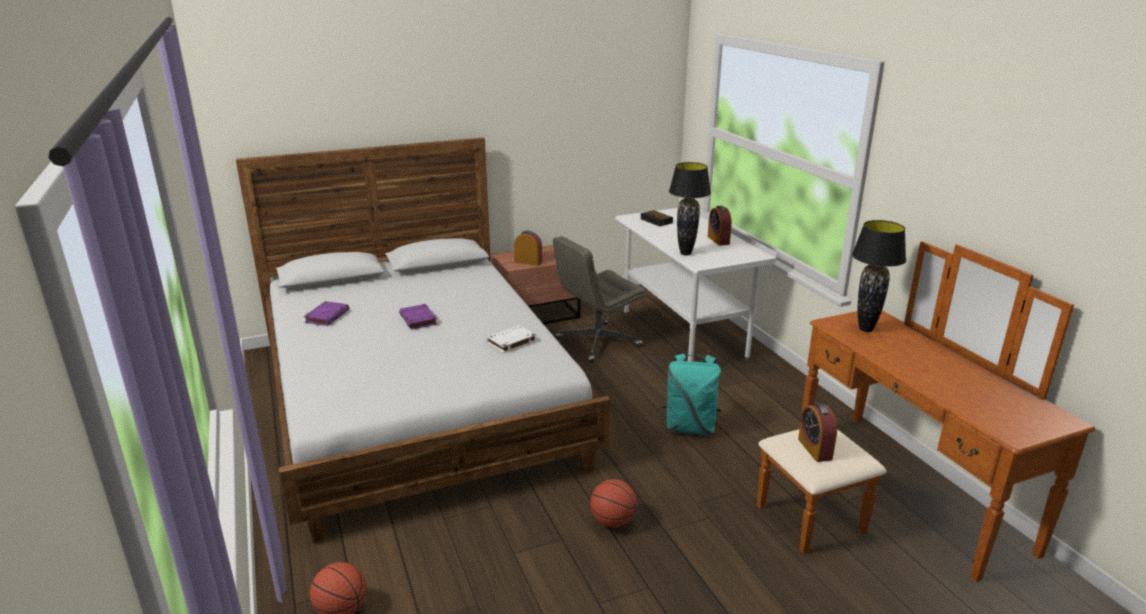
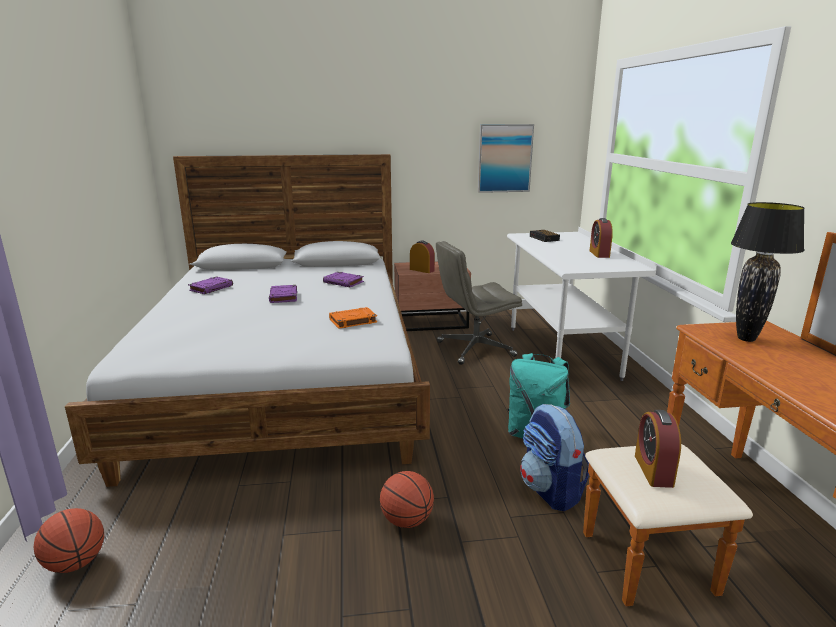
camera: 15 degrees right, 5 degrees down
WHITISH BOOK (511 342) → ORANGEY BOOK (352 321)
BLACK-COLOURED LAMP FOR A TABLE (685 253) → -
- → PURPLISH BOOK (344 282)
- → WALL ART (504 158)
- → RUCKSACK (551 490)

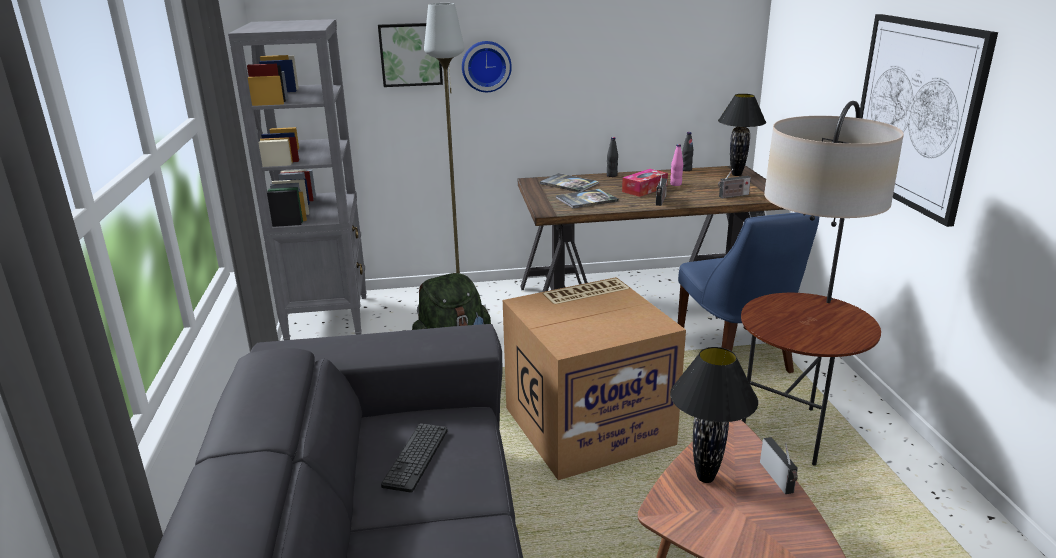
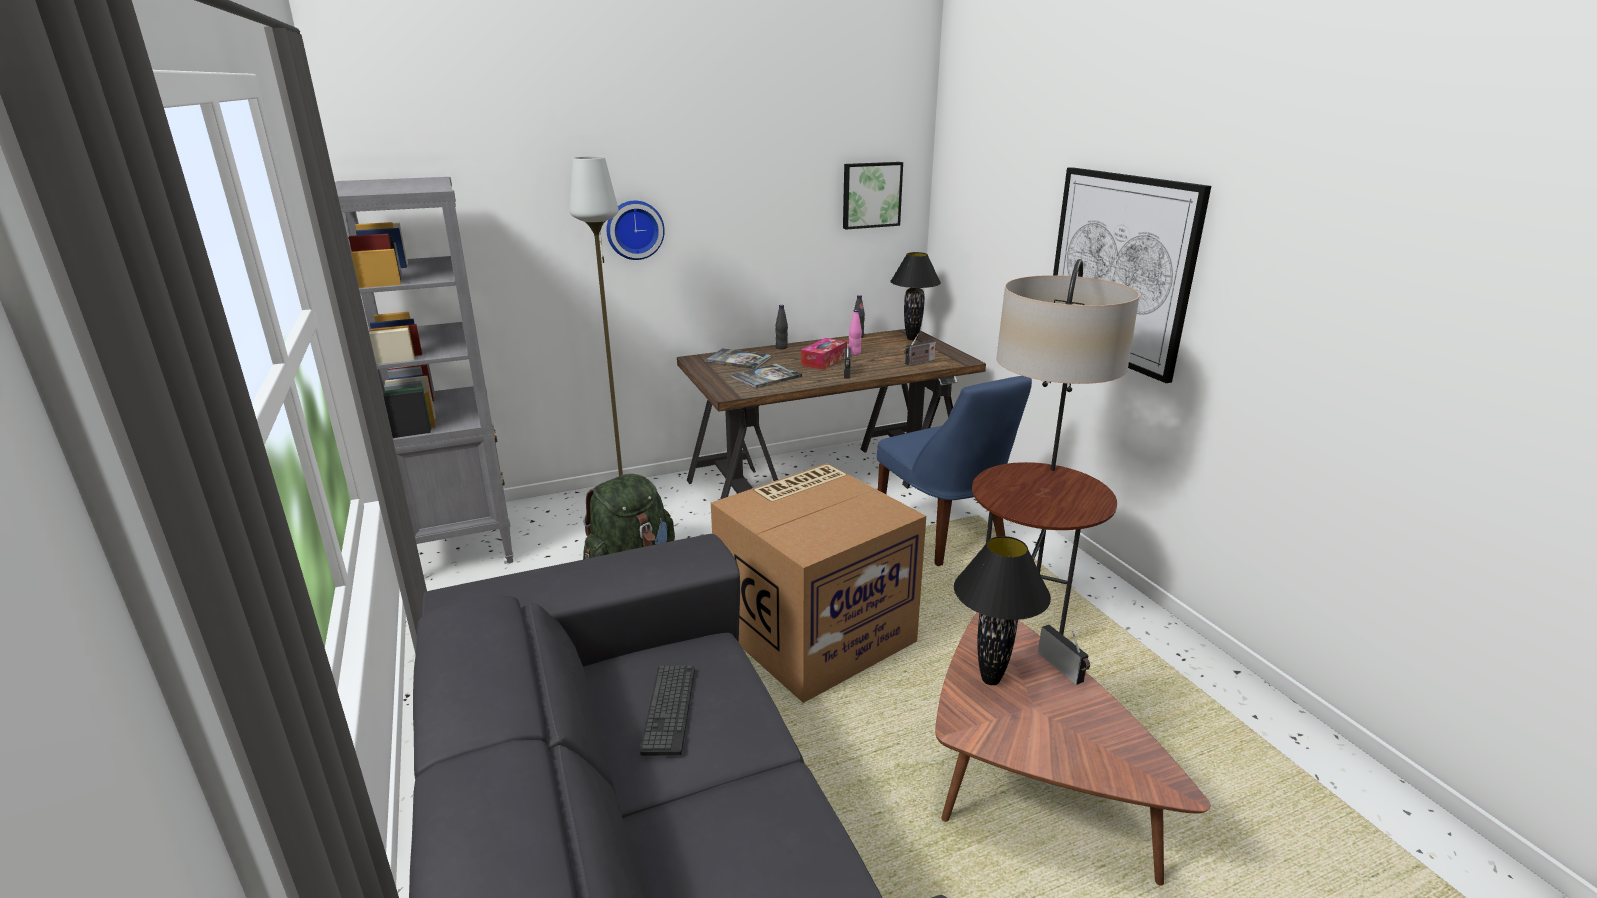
camera: 15 degrees left, 0 degrees up
WALL ART (411 54) → WALL ART (871 195), shifted

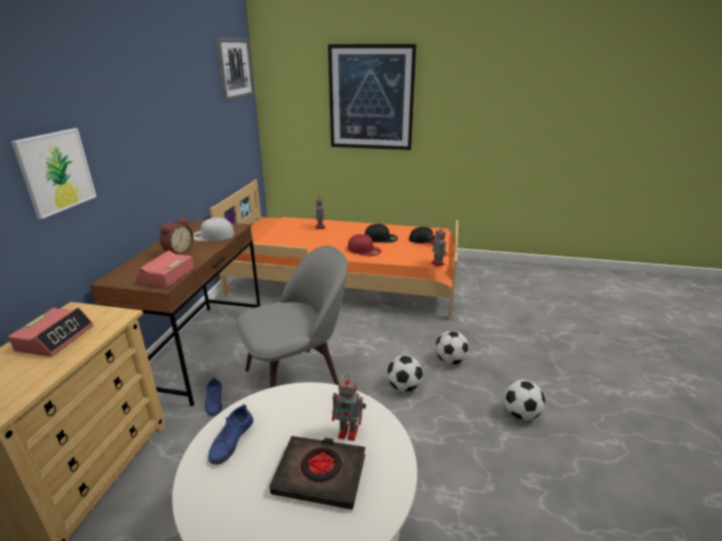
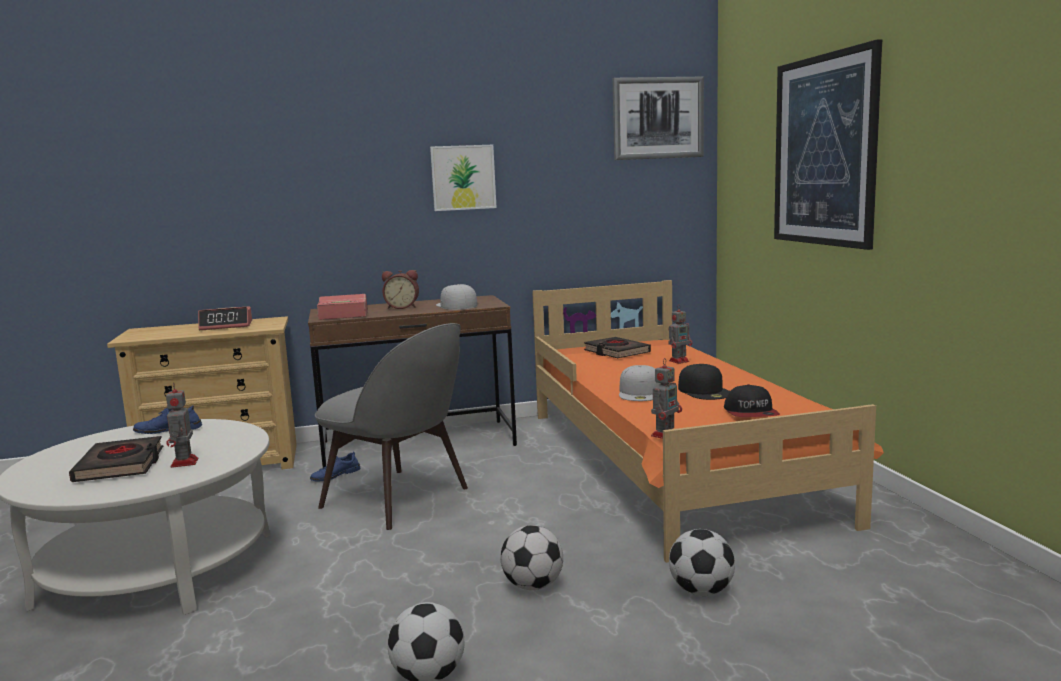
camera: 65 degrees right, 15 degrees down
WALL ART (56 171) → WALL ART (463 177), shifted
RED PEAKED CAP (364 250) → WHITISH PEAKED CAP (641 392)
BALL FOR FOOTBALL (404 387) → BALL FOR FOOTBALL (701 591), shifted
- → BLACK-COLOURED BOOK (616 352)

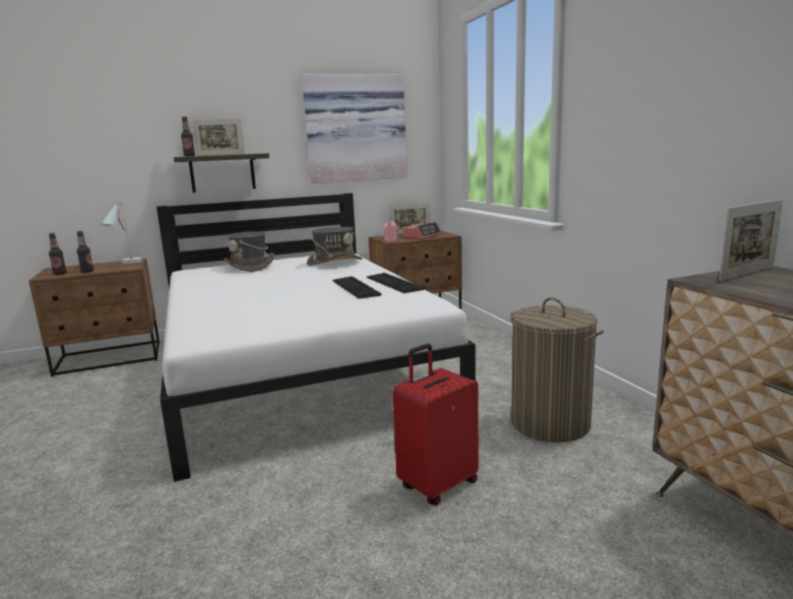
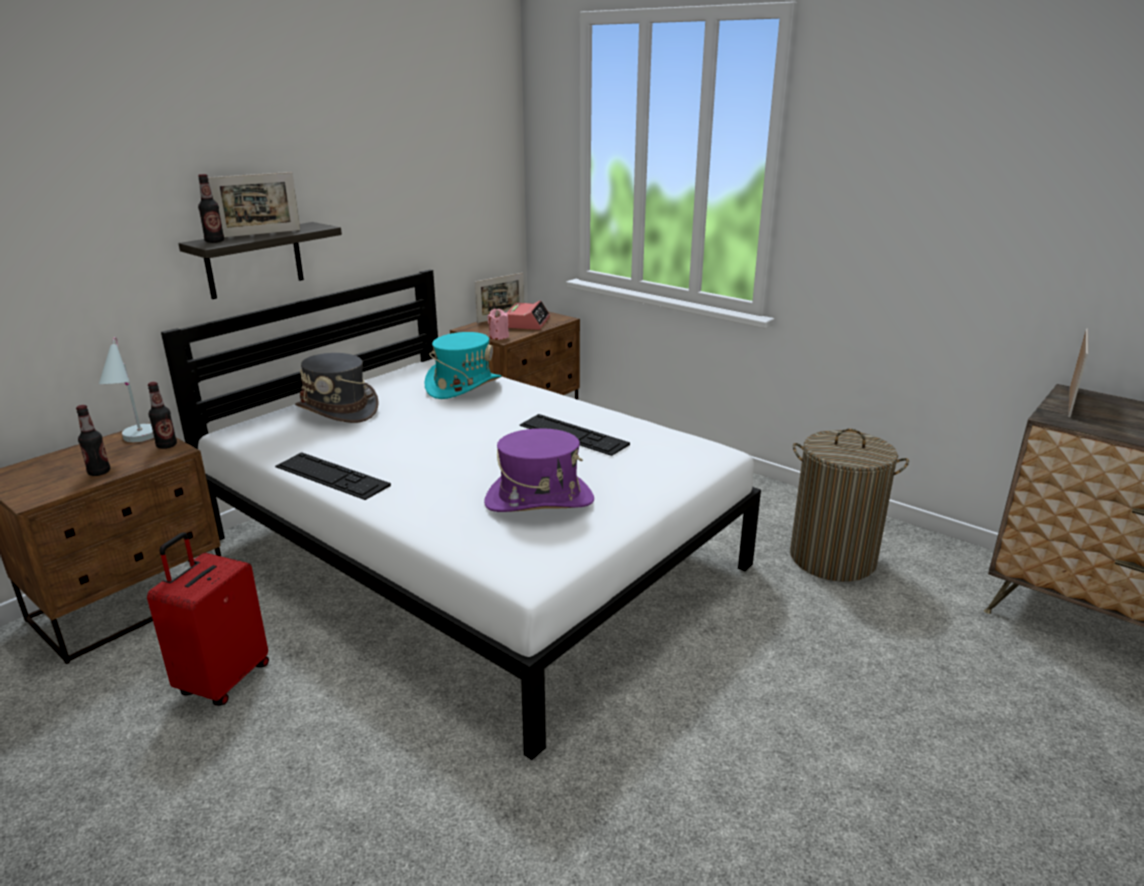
camera: 30 degrees left, 10 degrees up
BOTTLE (60 274) → BOTTLE (167 445), shifted
WALL ART (355 129) → -
GREY HAT (335 262) → TURQUOISE HAT (463 386)
COMPUTER KEYBOARD (393 283) → COMPUTER KEYBOARD (331 476), shifted
RED TRAVEL CASE (437 484) → RED TRAVEL CASE (223 680), shifted
- → PURPLISH HAT (539 500)

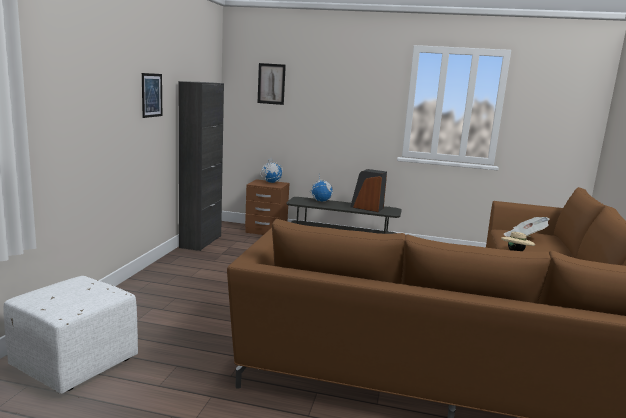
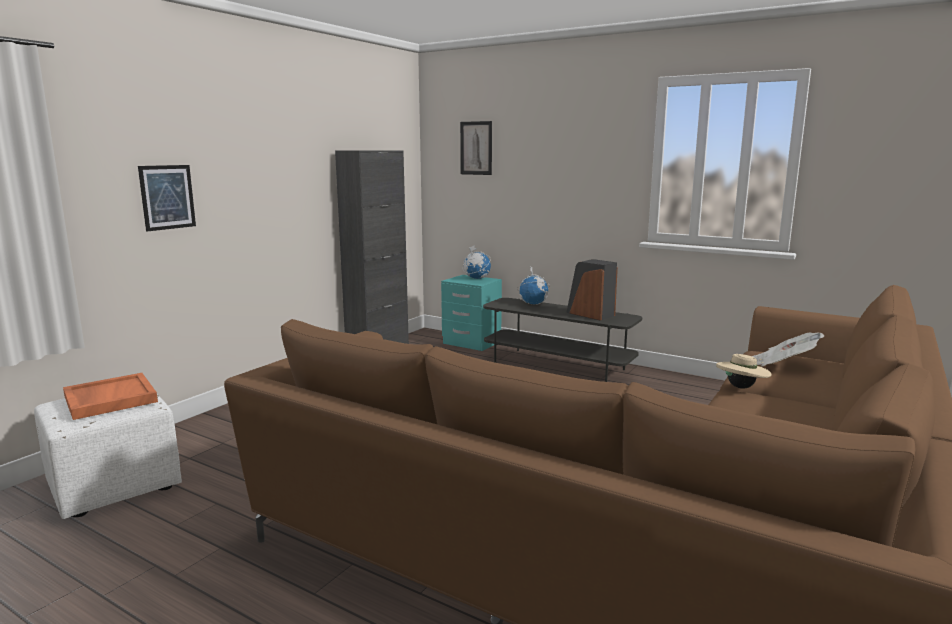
camera: 20 degrees right, 0 degrees up
WALL ART (151 95) → WALL ART (167 197), shifted
BROWNISH NIGHT TABLE (266 231) → TURQUOISE NIGHT TABLE (471 343)
- → ORANGEY CARRYING TRAY (109 399)

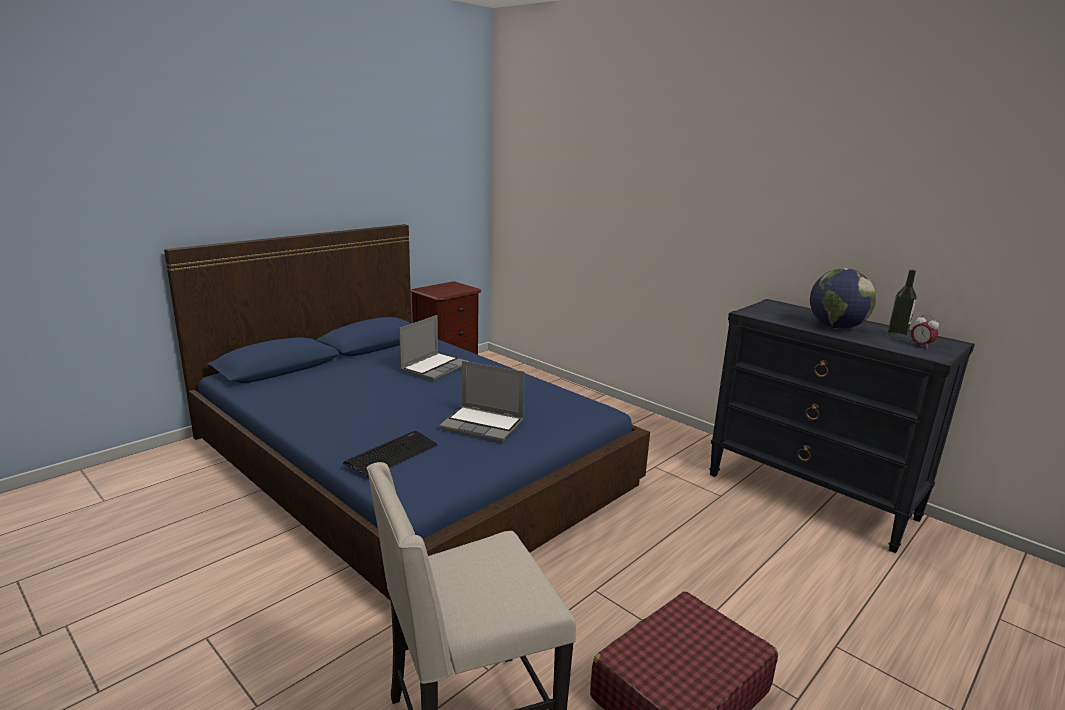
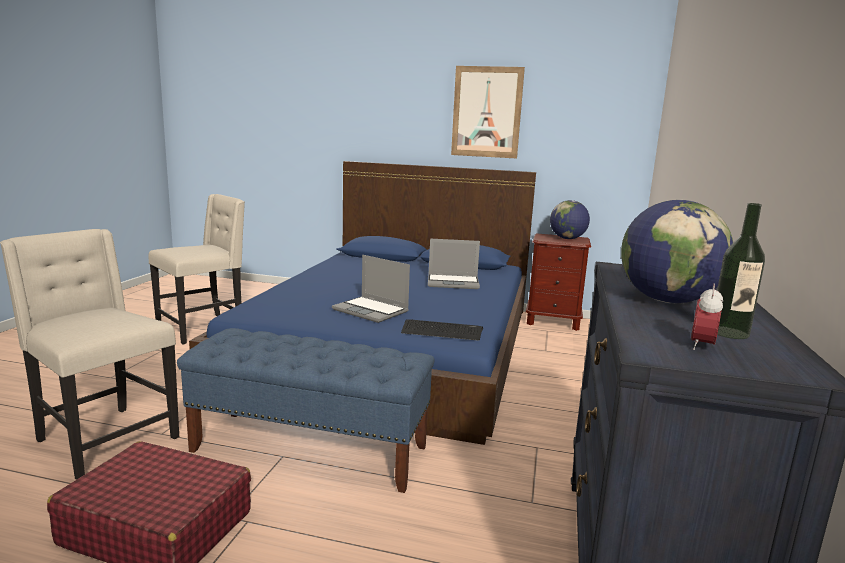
camera: 60 degrees right, 5 degrees down
COMPUTER KEYBOARD (392 454) → COMPUTER KEYBOARD (442 331), shifted
NOTEBOOK COMPUTER (483 425) → NOTEBOOK COMPUTER (372 311), 45 degrees counterclockwise
- → SAND-COLOURED CHAIR (203 328)
- → BLUISH INDOOR BENCH (311 449)
- → WALL ART (486 112)
- → WORLD GLOBE (567 238)

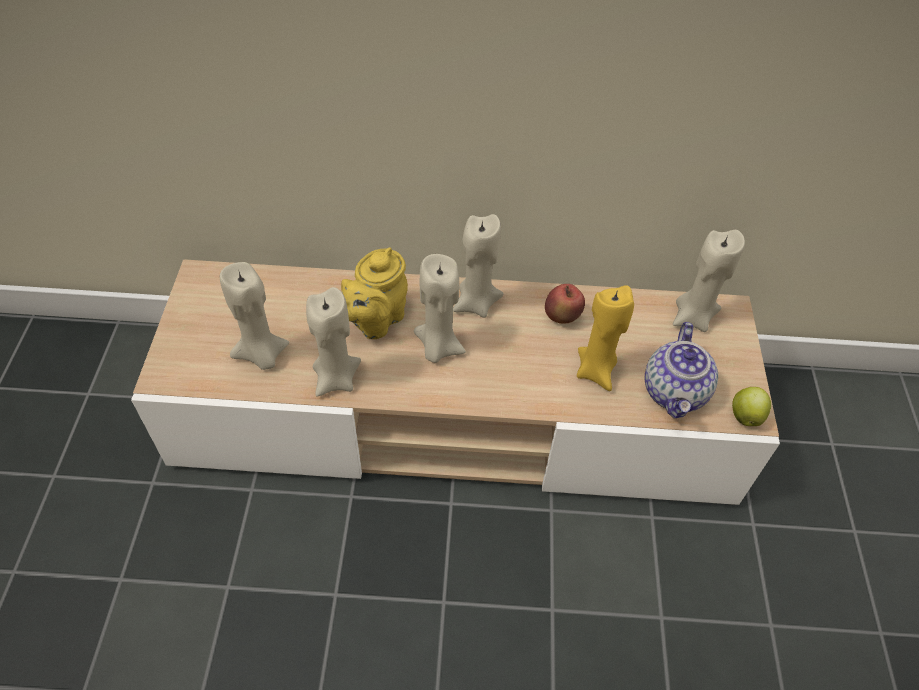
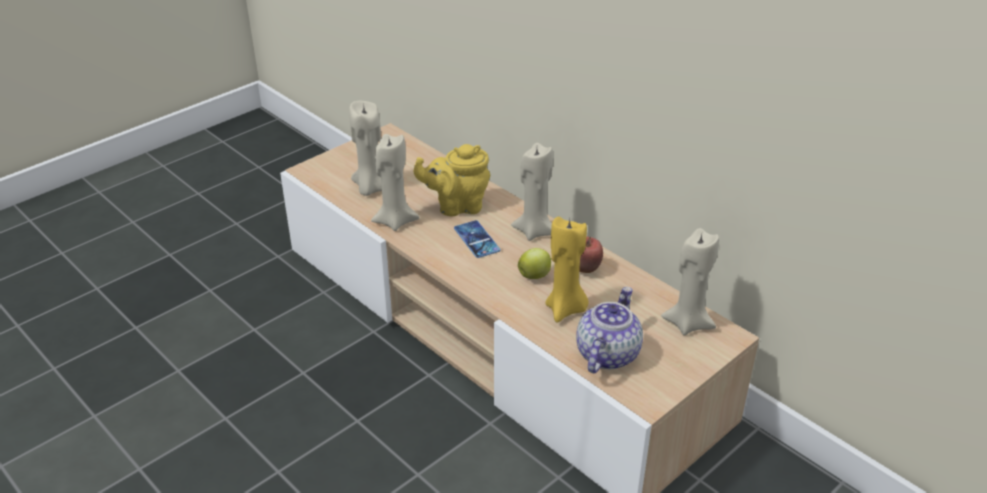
camera: 45 degrees right, 15 degrees down
SAND-COLOURED CANDLE (438 347) → PHONE (476 239)
TEAPOT (675 392) → TEAPOT (606 353), 150 degrees clockwise
APPLE FRUIT (745 415) → APPLE FRUIT (535 276), shifted

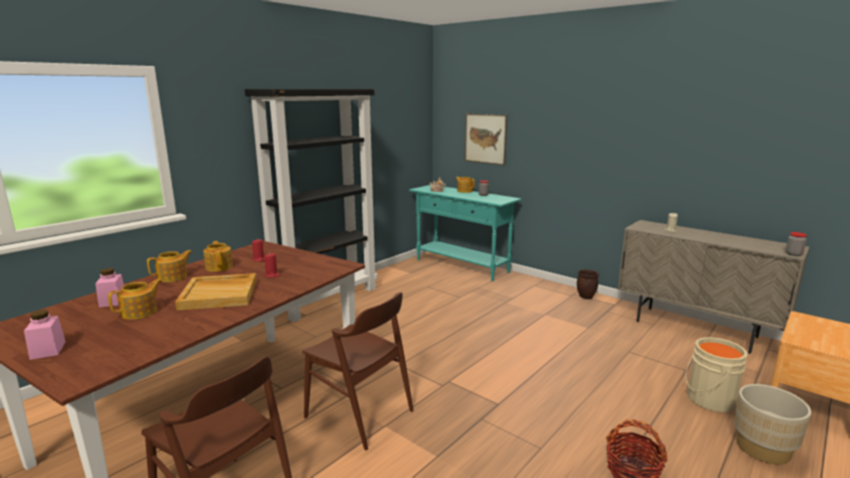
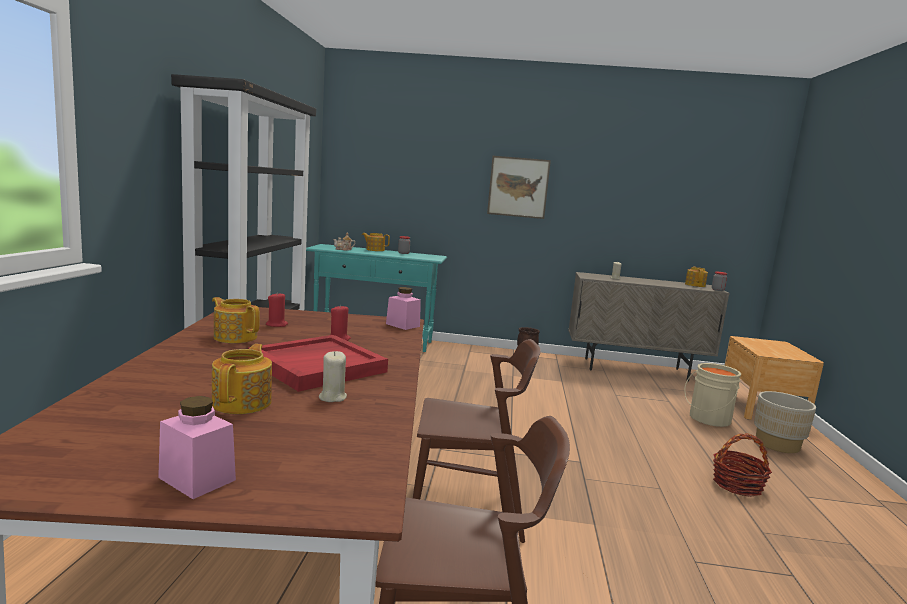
camera: 35 degrees left, 5 degrees down
PINK-COLOURED STORAGE JAR (113 301) → PINK-COLOURED STORAGE JAR (402 325), shifted
TEAPOT (173 277) → TEAPOT (695 285), shifted
SAND-COLOURED CARRYING TRAY (220 294) → RED CARRYING TRAY (318 366)
WALL ART (485 138) → WALL ART (518 187), shifted
- → SAND-COLOURED CANDLE (332 397)

